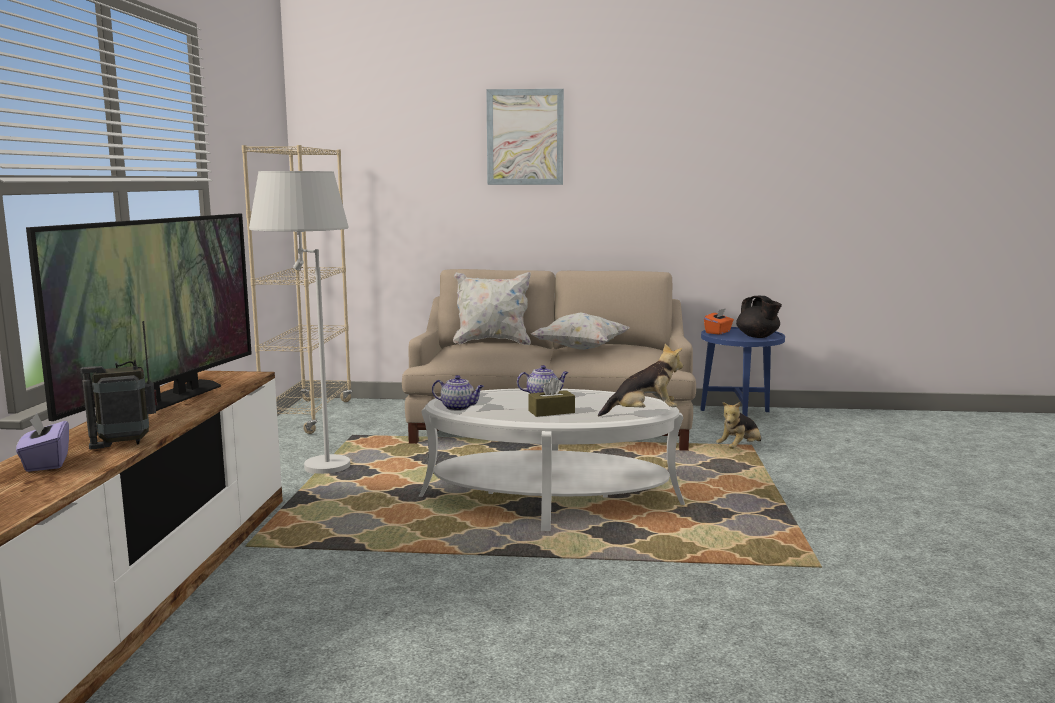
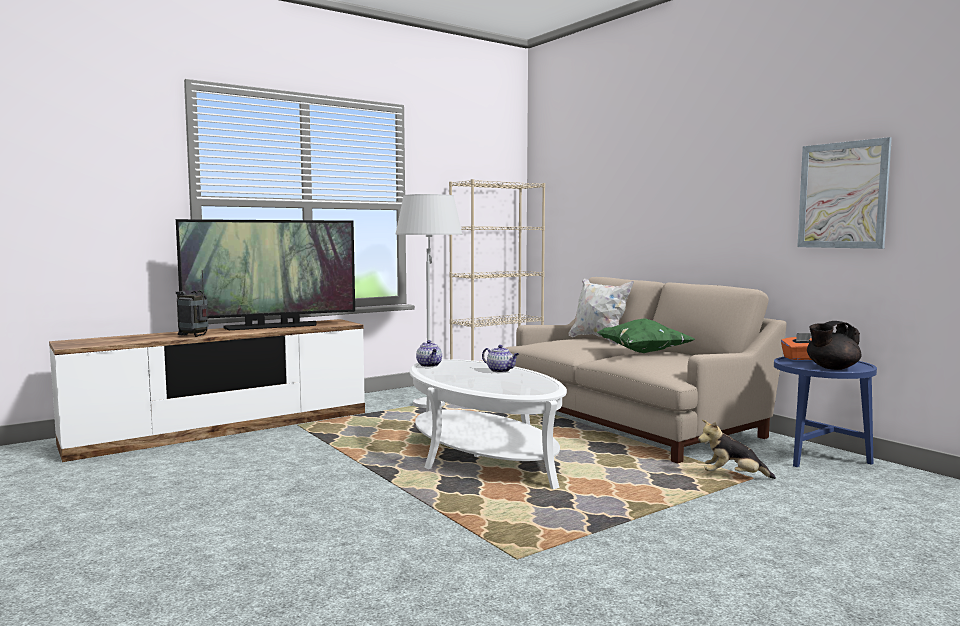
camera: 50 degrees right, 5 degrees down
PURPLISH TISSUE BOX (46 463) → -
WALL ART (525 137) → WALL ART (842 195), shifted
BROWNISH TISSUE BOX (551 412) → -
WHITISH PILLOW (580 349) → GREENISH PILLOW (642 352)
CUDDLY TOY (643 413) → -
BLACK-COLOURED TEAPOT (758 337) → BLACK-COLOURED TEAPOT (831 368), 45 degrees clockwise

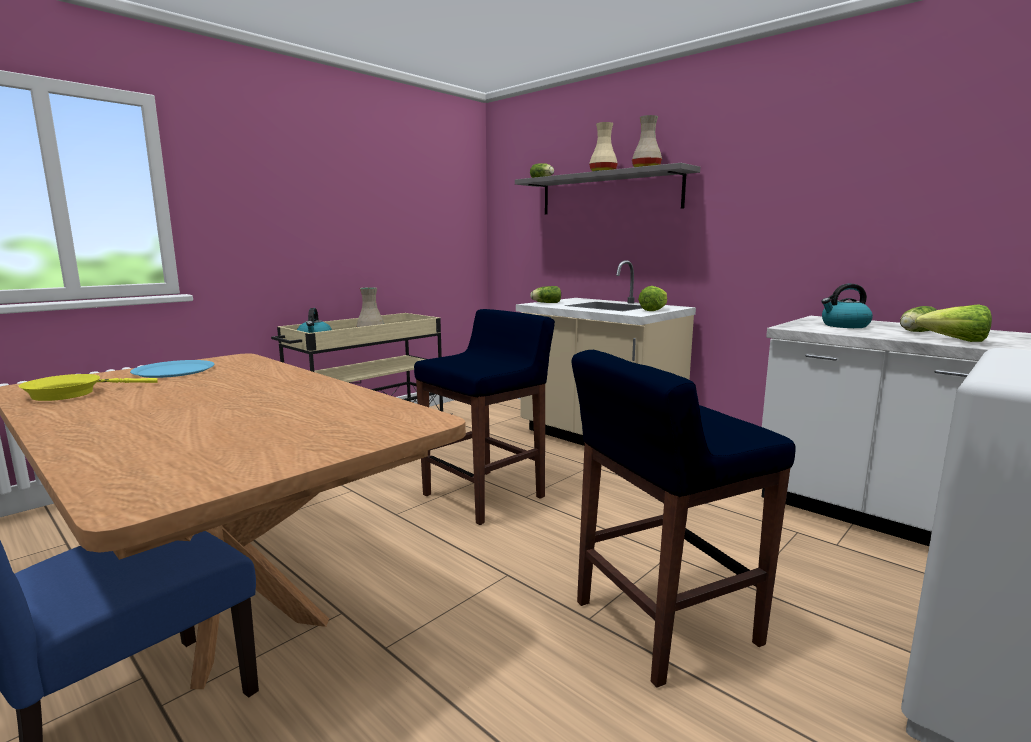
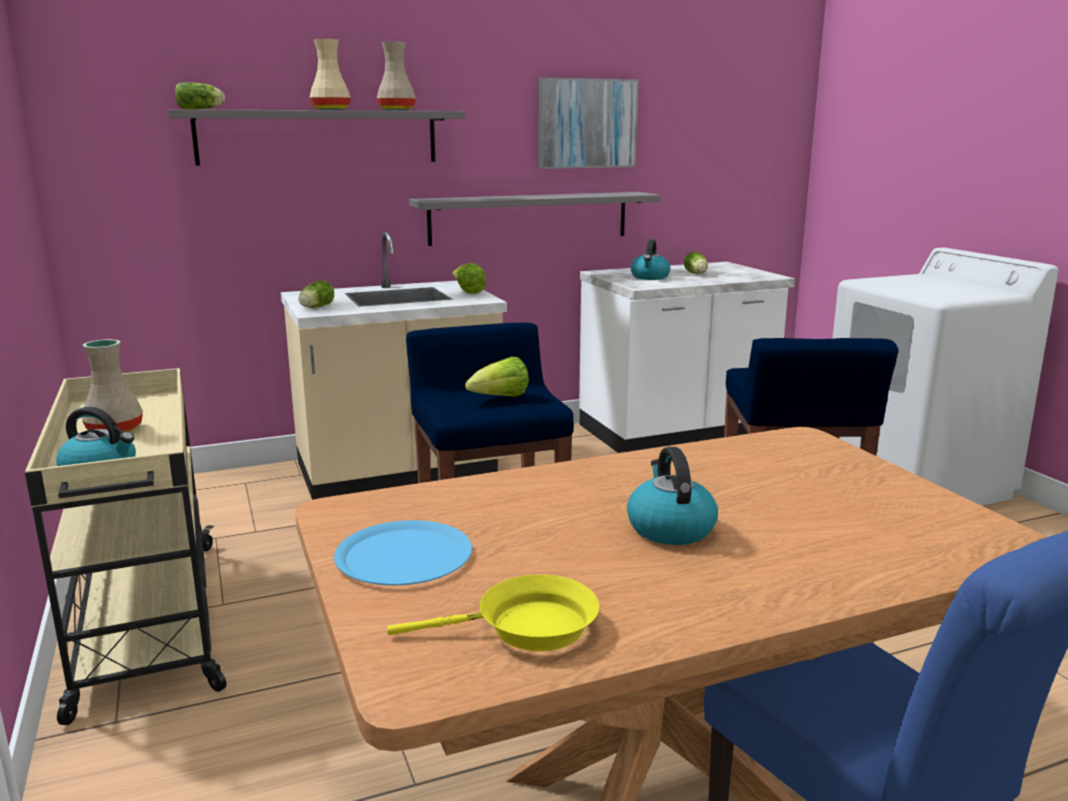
camera: 65 degrees left, 5 degrees up
YELLOW PAN (71 393) → YELLOW PAN (527 628), 90 degrees counterclockwise
LETTUCE (955 341) → LETTUCE (500 398), shifted
- → GREY SHELF (529 218)
- → WALL ART (587 123)
- → WATER KETTLE (669 528)

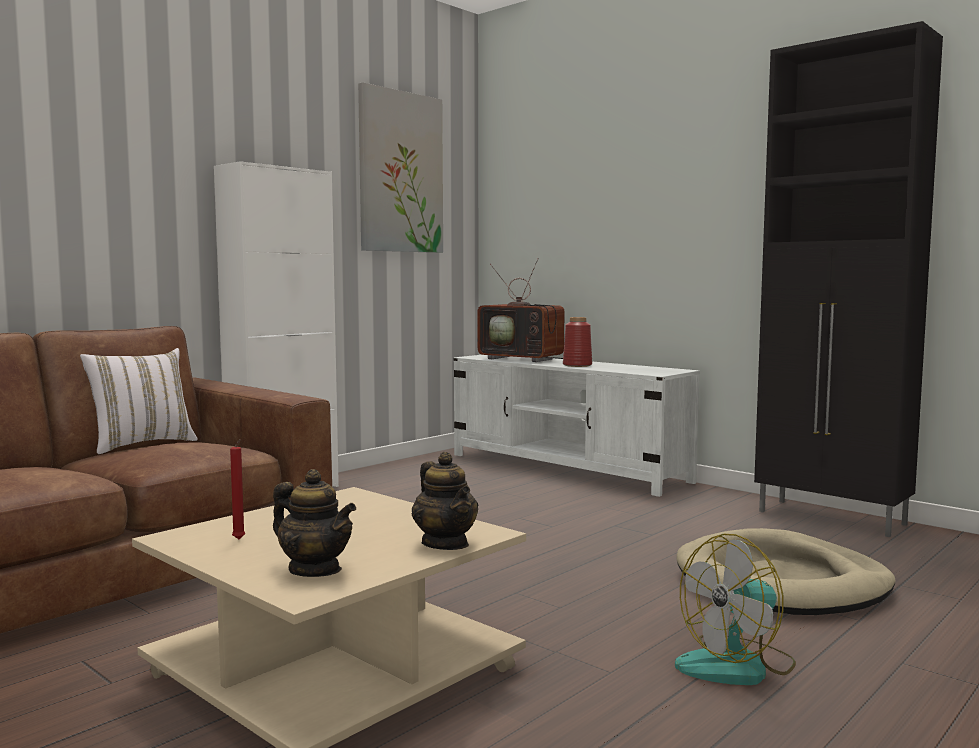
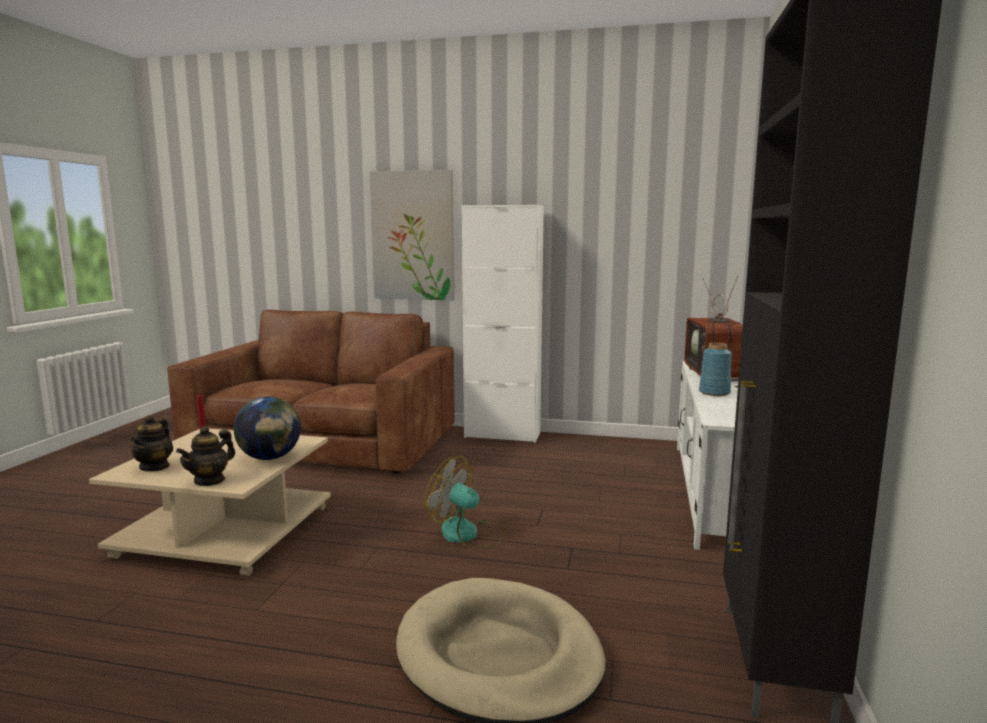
camera: 60 degrees right, 5 degrees up
WHITISH PILLOW (141 444) → -
WALL ART (400 172) → WALL ART (413 236), shifted
RED FLOWER VASE (577 365) → BLUISH FLOWER VASE (714 393)
FAN (737 665) → FAN (468 534), shifted
- → WORLD GLOBE (270 458)

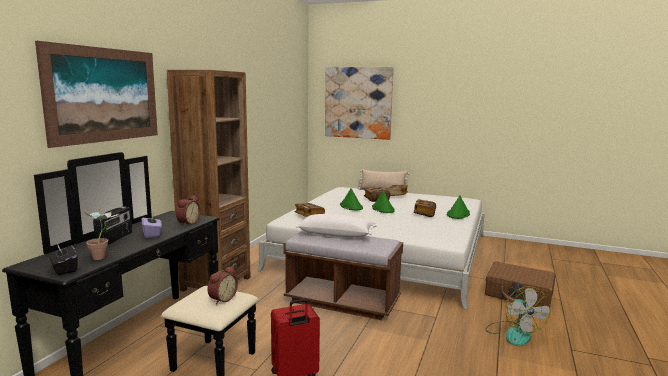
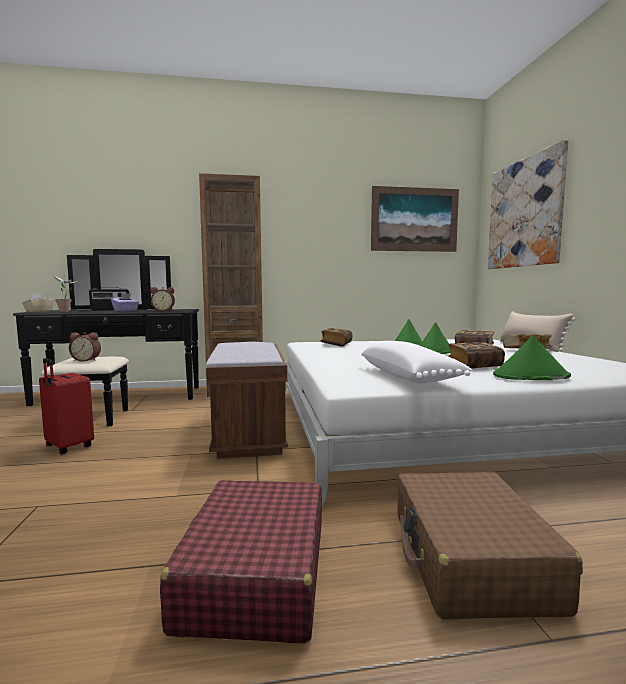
camera: 60 degrees right, 5 degrees down
WALL ART (104 95) → WALL ART (414 219), shifted
BLACK-COLOURED TISSUE BOX (64 269) → SAND-COLOURED TISSUE BOX (38 311)
WHITISH PILLOW (337 234) → WHITISH PILLOW (409 377), shifted
FAN (514 333) → RED TRAVEL CASE (255 574)

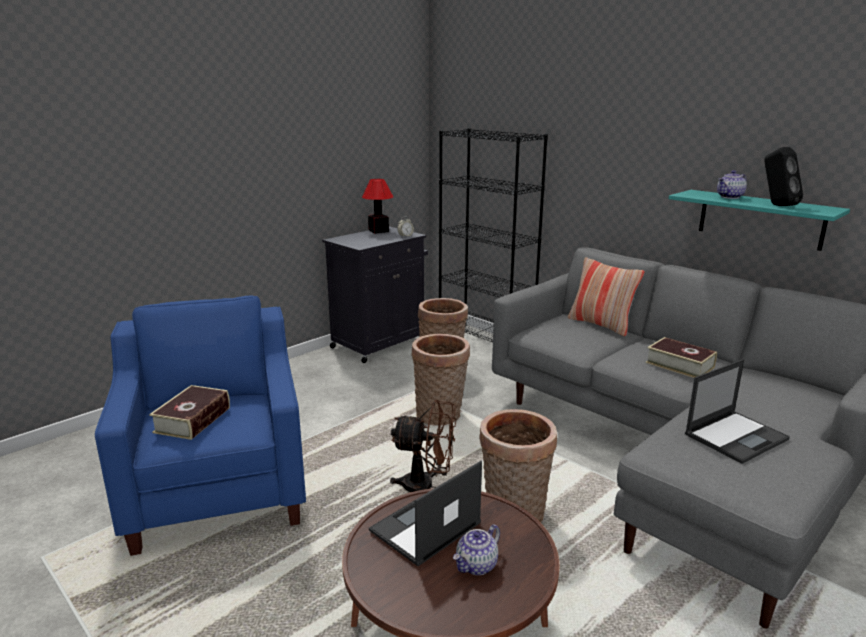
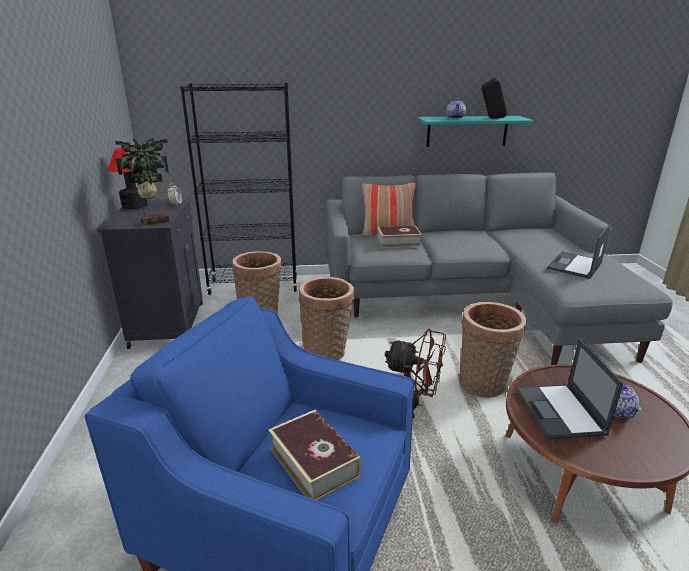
camera: 50 degrees left, 5 degrees up
BROWNISH FAN (426 487) → BROWNISH FAN (413 404), 60 degrees clockwise
BOOK (679 365) → BOOK (398 242), shifted
NOTEBOOK COMPUTER (736 436) → NOTEBOOK COMPUTER (575 265), 150 degrees counterclockwise
- → HOUSEPLANT (154 221)

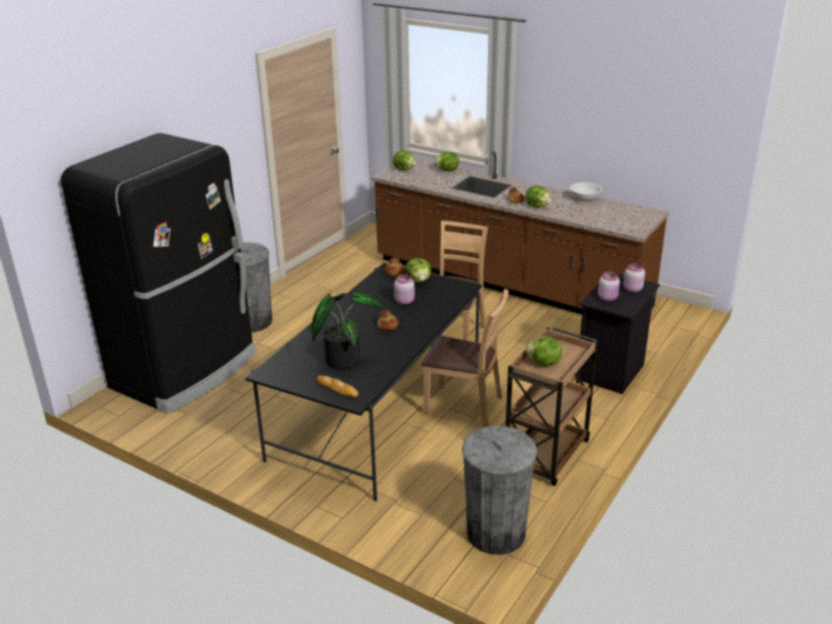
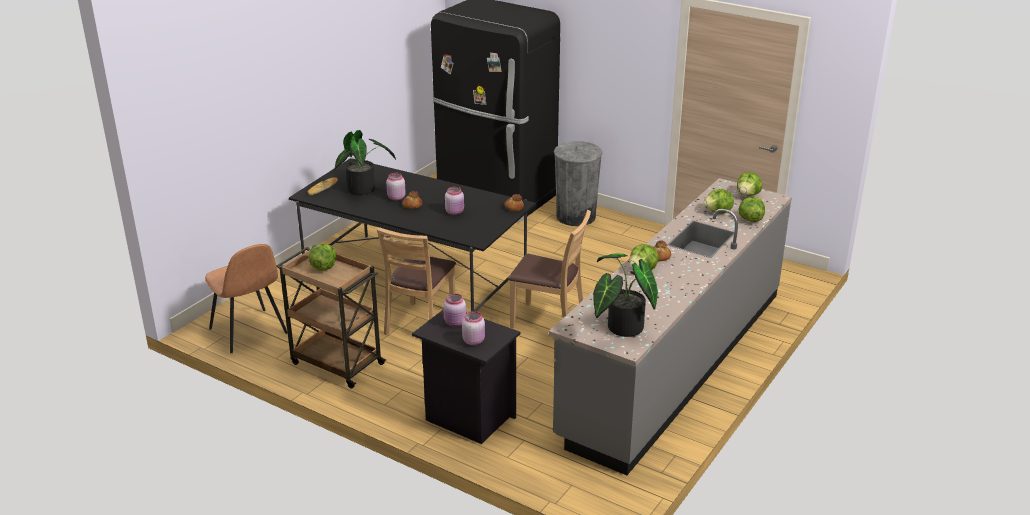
camera: 90 degrees right, 0 degrees up
BROWNISH COUNTER (508 284) → GREY COUNTER (673 362)
LETTUCE (419 281) → LETTUCE (718 212), shifted
GREY TRASH CAN (496 533) → BROWNISH CHAIR (249 332)
WHITISH SERVING BOWL (585 199) → -
- → PINK-COLOURED STORAGE JAR (396 198)
- → HOUSEPLANT (621 328)

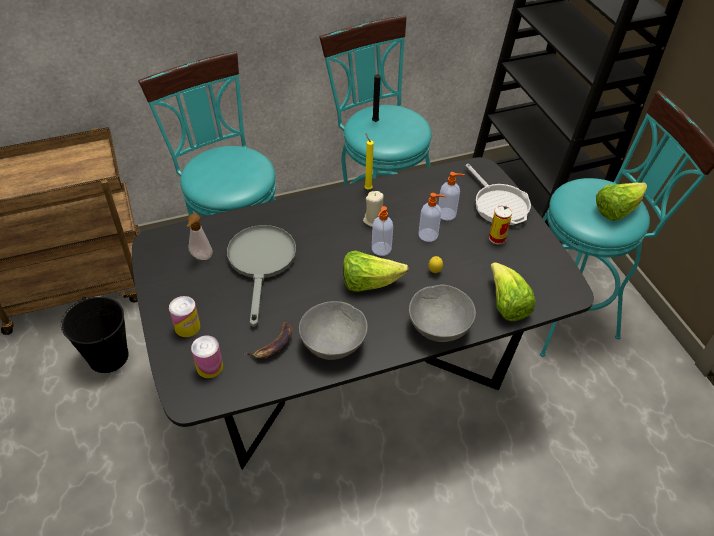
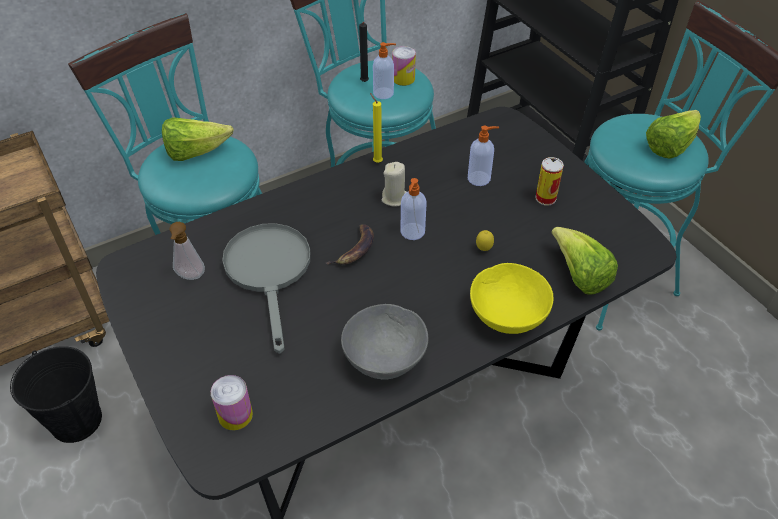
camera: 10 degrees left, 0 degrees up
CAN (187 327) → CAN (403 79), shifted
BANANA (273 345) → BANANA (355 250), shifted
LETTUCE (369 283) → LETTUCE (195 152), shifted
GREY SERVING BOWL (439 326) → YELLOW SERVING BOWL (507 315)
SOAP DISPENSER (429 235) → SOAP DISPENSER (384 93), shifted
PAN (499 204) → -

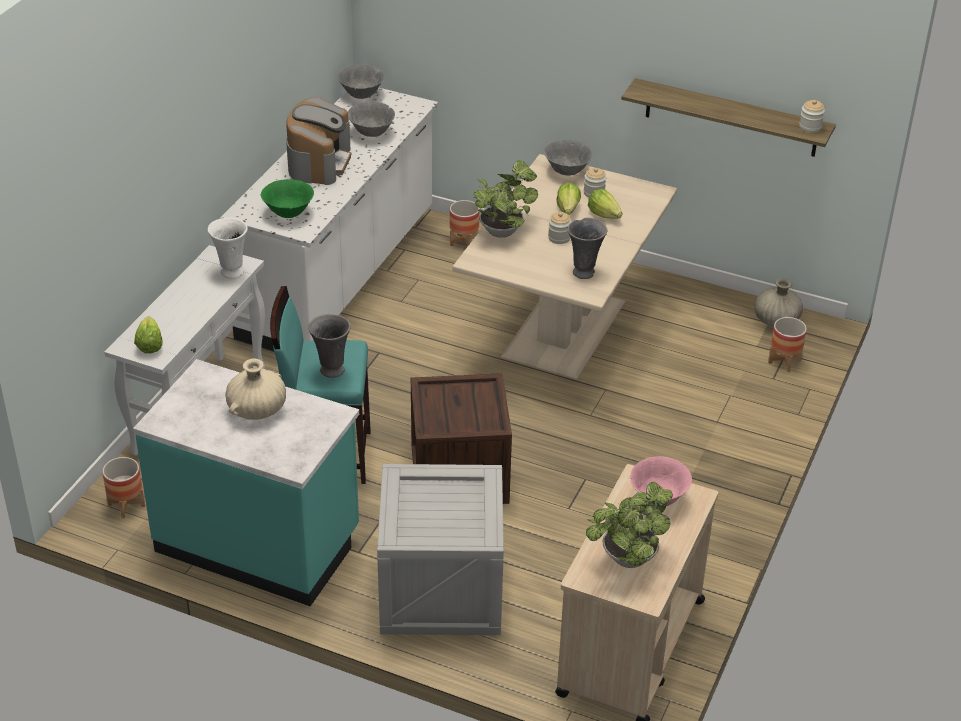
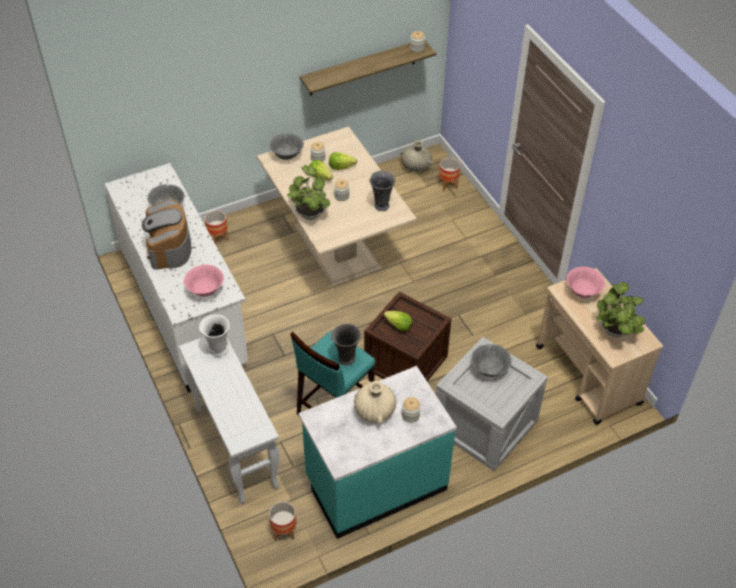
camera: 50 degrees left, 10 degrees up
LETTUCE (149 345) → LETTUCE (398 326), shifted
GREENISH SERVING BOWL (289 213) → PINK-COLOURED SERVING BOWL (206 290)
COFFEE BREWER (319 162) → COFFEE BREWER (169 248), 150 degrees counterclockwise
GREY SERVING BOWL (361 95) → GREY SERVING BOWL (489 370), shifted
- → STORAGE JAR (410 415)

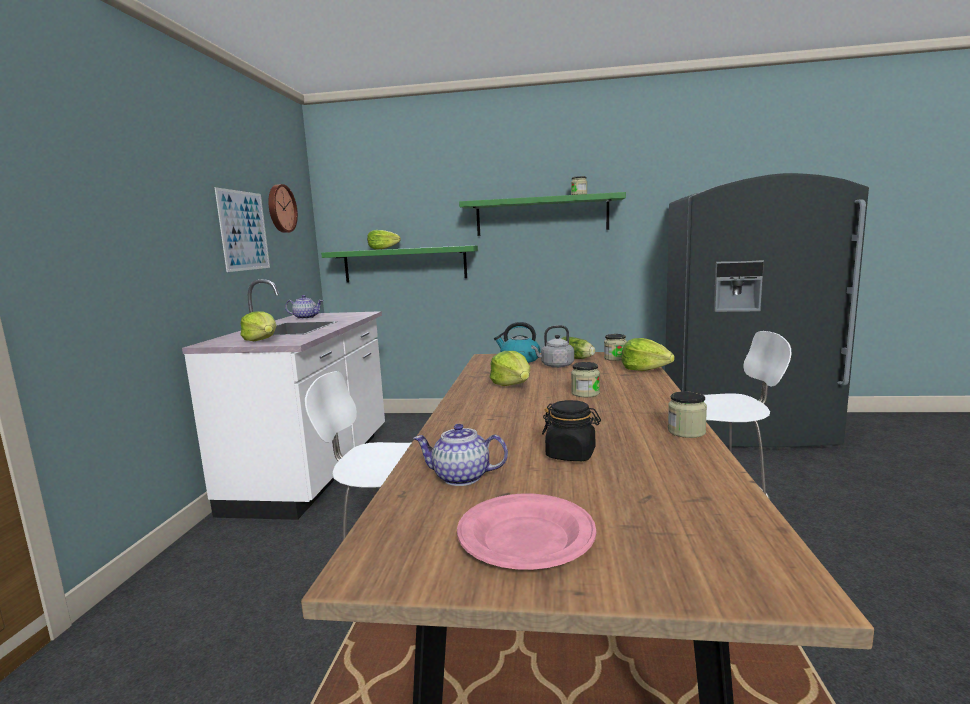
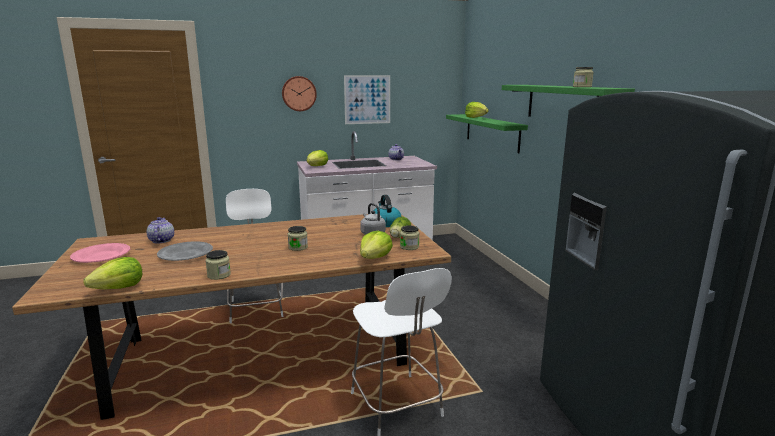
camera: 65 degrees right, 5 degrees up
WALL CLOCK (280 208) → WALL CLOCK (299 93), shifted
LETTUCE (512 384) → LETTUCE (119 288), shifted
BLACK-COLOURED STORAGE JAR (571 454) → GREY FLAT DISH (185 254)

